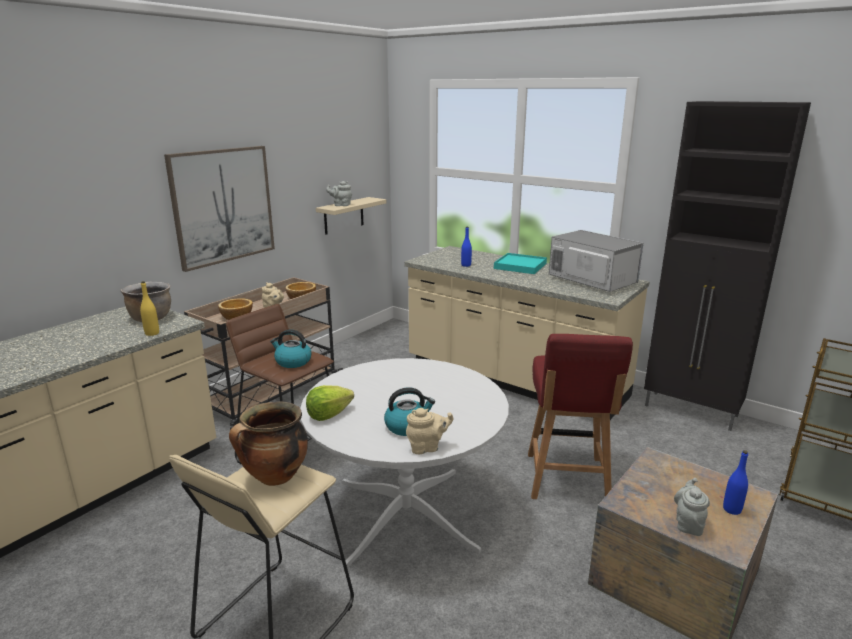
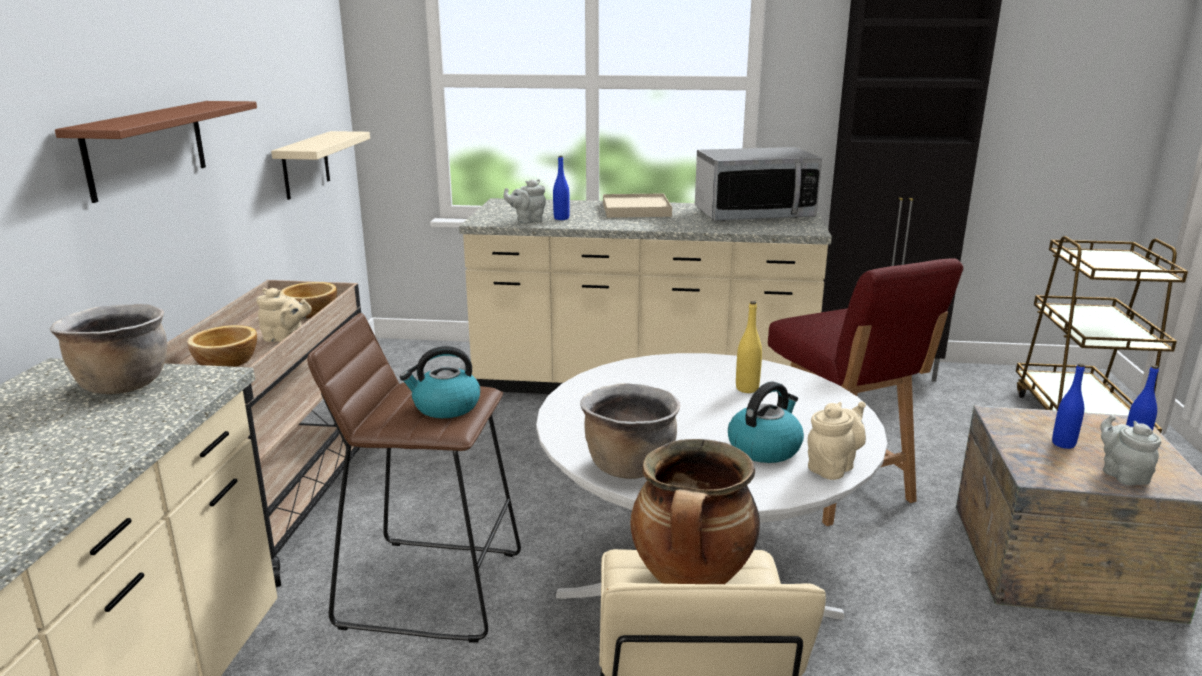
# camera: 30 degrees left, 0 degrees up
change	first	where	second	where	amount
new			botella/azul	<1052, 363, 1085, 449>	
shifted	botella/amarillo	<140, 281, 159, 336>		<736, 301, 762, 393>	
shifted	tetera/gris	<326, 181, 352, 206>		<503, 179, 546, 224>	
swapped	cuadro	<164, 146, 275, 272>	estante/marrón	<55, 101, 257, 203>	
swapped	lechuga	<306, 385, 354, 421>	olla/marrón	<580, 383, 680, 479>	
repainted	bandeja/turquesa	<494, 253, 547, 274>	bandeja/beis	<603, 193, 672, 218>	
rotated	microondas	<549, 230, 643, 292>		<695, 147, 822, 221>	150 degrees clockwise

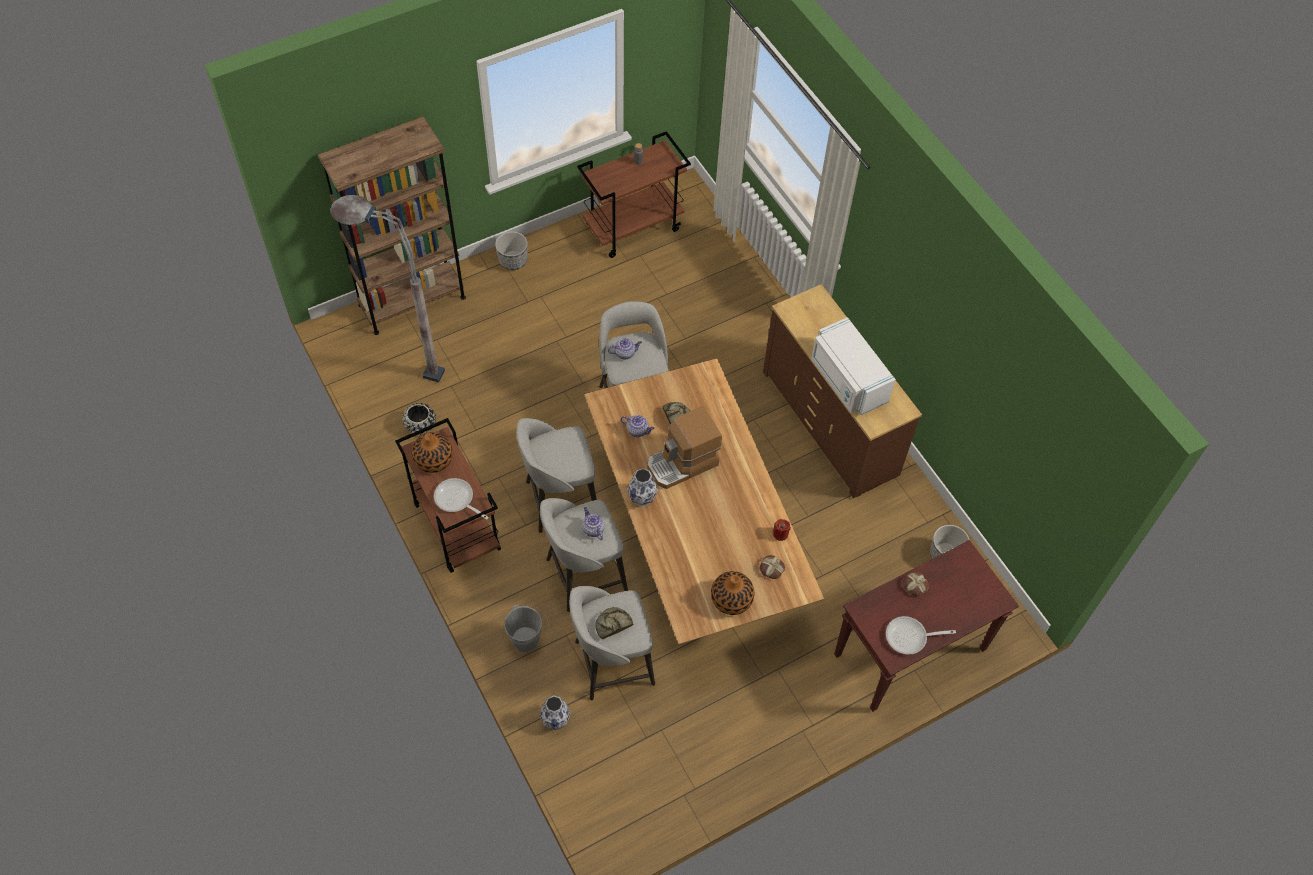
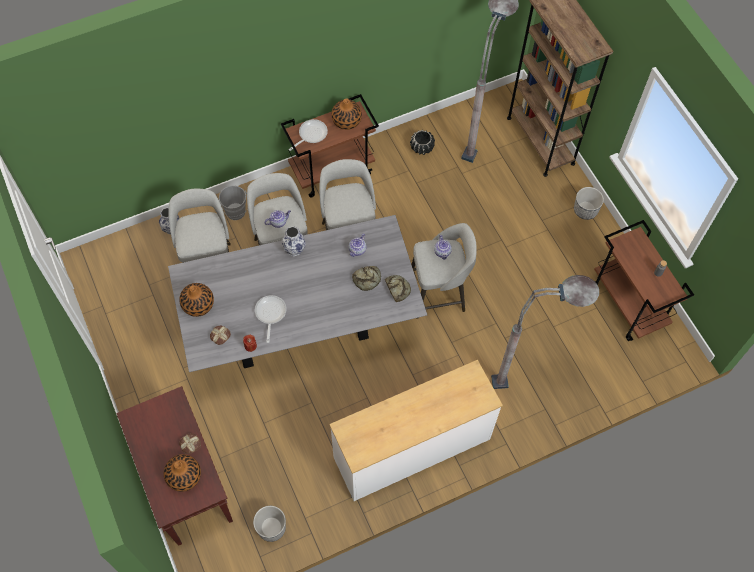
# camera: 95 degrees right, 5 degrees up
change	first	where	second	where	amount
gone	cafetera	<647, 407, 722, 489>			
gone	microondas/blanco	<811, 317, 896, 415>			
new			florero	<164, 454, 201, 492>	
new			lámpara de pie/gris	<491, 275, 599, 389>	
shifted	pan	<595, 607, 633, 639>		<385, 275, 411, 302>	
shifted	sartén	<886, 616, 956, 655>		<255, 295, 287, 343>	
repainted	mesa de comedor/marrón	<584, 358, 824, 645>	mesa de comedor/gris	<168, 215, 427, 372>	
repainted	cómoda/marrón	<763, 284, 922, 498>	cómoda/blanco	<329, 360, 503, 501>	

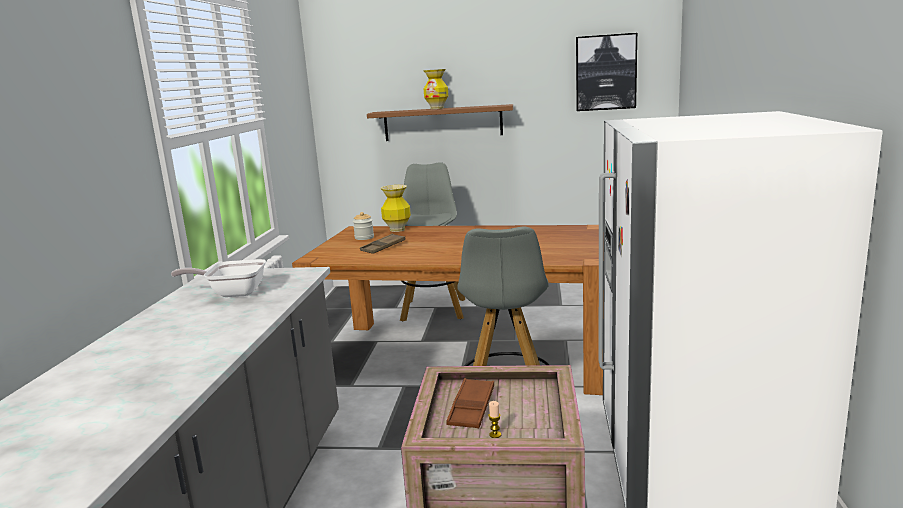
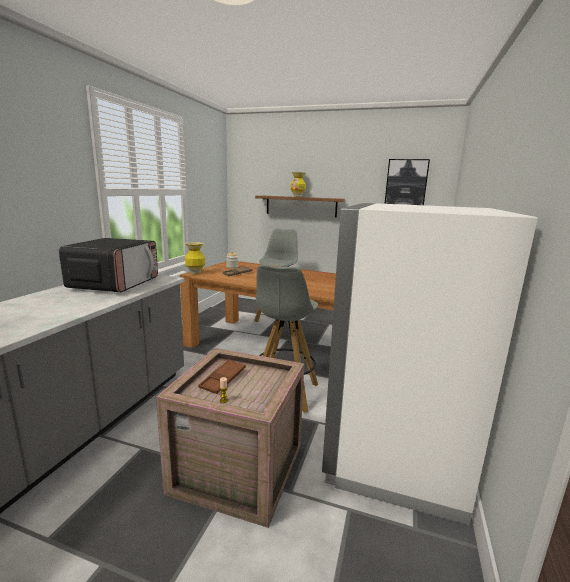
# camera: 10 degrees right, 0 degrees up
change	first	where	second	where	amount
shifted	florero	<380, 185, 411, 232>		<185, 242, 205, 274>	
swapped	sartén	<171, 259, 266, 297>	microondas	<59, 238, 158, 292>	

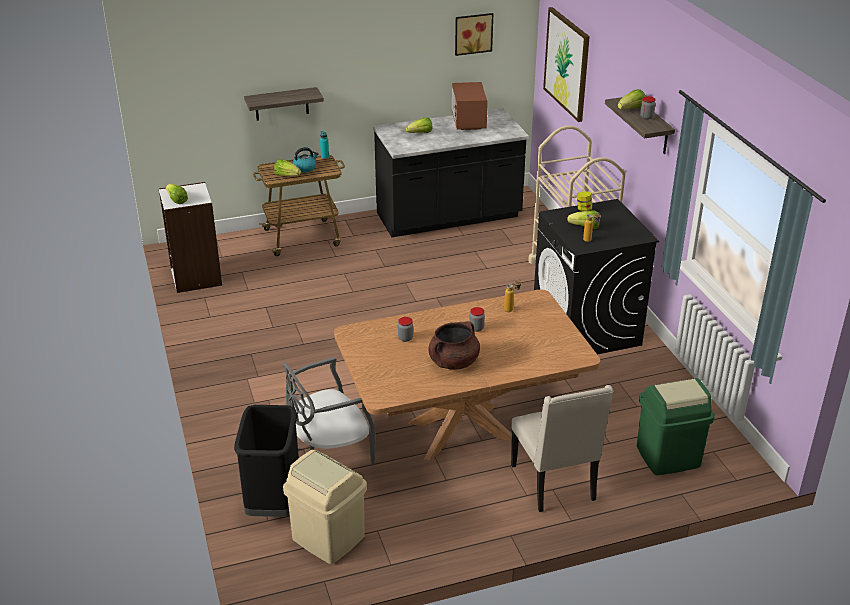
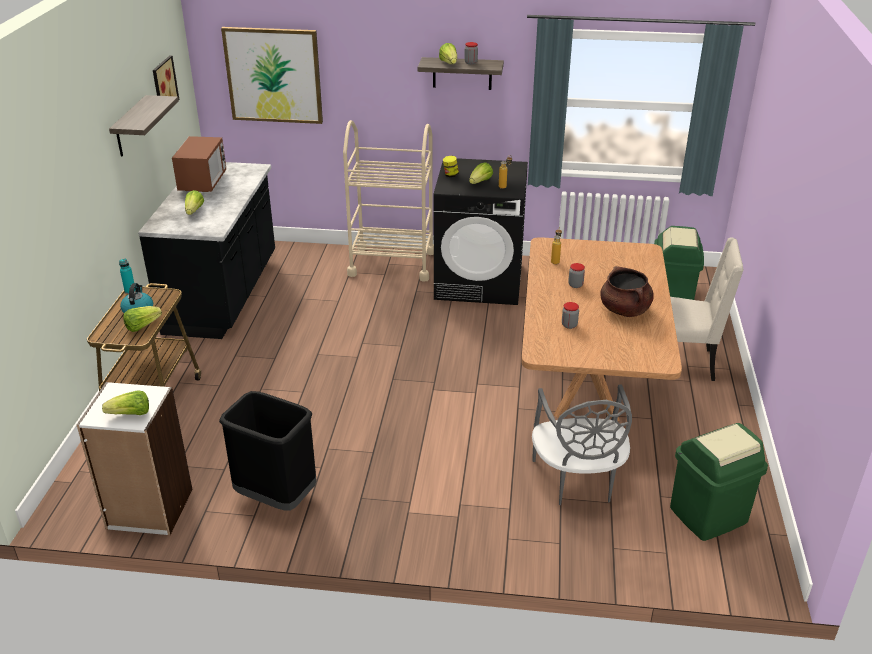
# camera: 65 degrees left, 0 degrees up
change	first	where	second	where	amount
shifted	papelera/negro	<234, 405, 299, 517>		<219, 391, 317, 511>	
shifted	estante	<244, 87, 324, 121>		<109, 95, 179, 157>	
repainted	papelera/beis	<283, 450, 367, 564>	papelera/verde	<670, 423, 768, 541>	
rotated	microondas	<452, 82, 488, 130>		<172, 136, 226, 192>	105 degrees counterclockwise

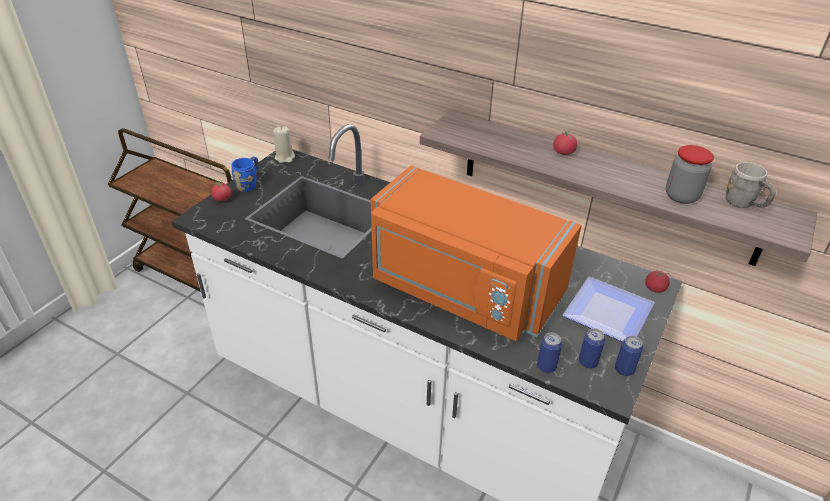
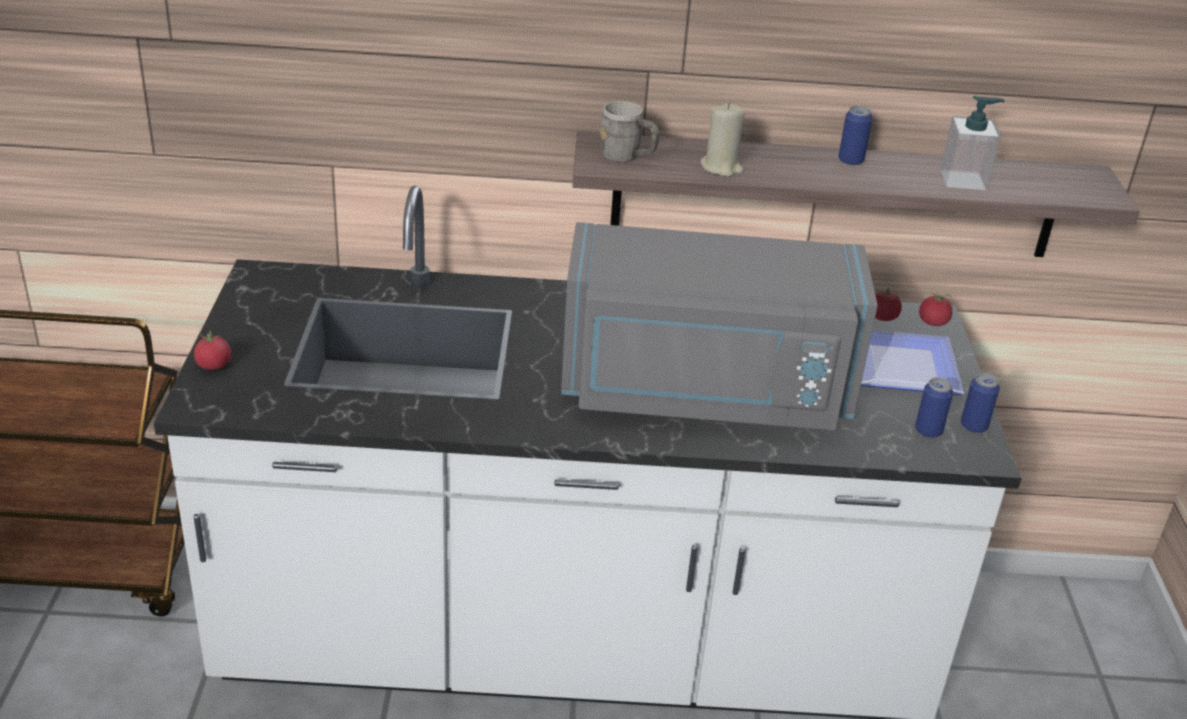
# camera: 30 degrees left, 5 degrees down
change	first	where	second	where	amount
gone	taza grande/azul	<231, 157, 259, 192>			
shifted	vela/beis	<273, 126, 295, 163>		<701, 102, 745, 177>	
shifted	lata	<537, 333, 562, 373>		<838, 106, 873, 165>	
shifted	tomate	<553, 131, 577, 155>		<875, 287, 902, 321>	
shifted	taza grande/gris	<726, 162, 776, 208>		<600, 101, 659, 162>	
swapped	tarro	<666, 145, 714, 204>	dispensador de jabón	<940, 96, 1005, 190>	
repainted	microondas/naranja	<371, 166, 582, 341>	microondas/gris	<561, 222, 878, 430>	

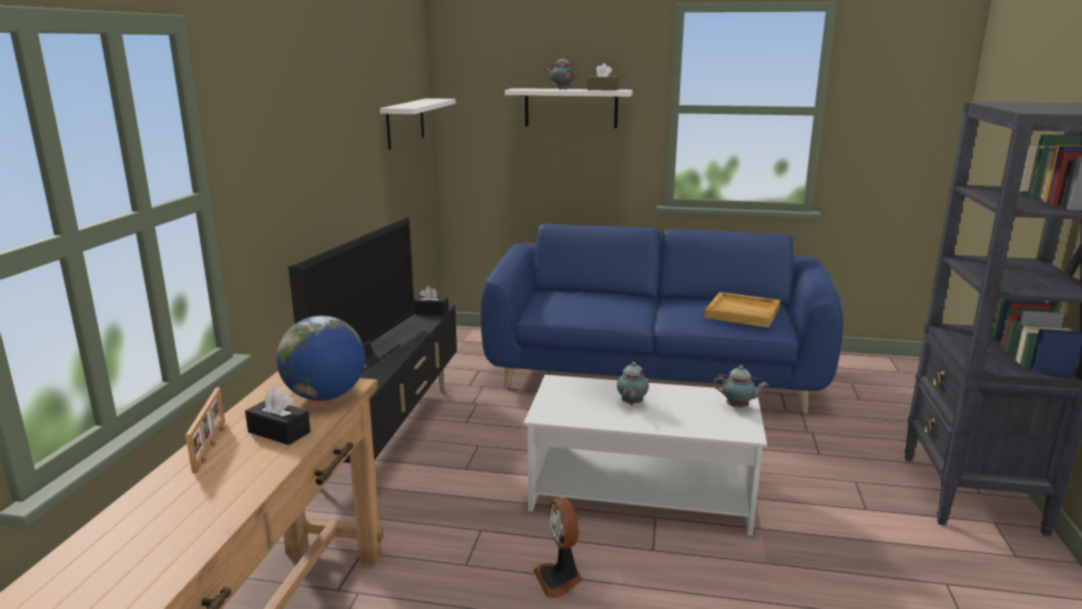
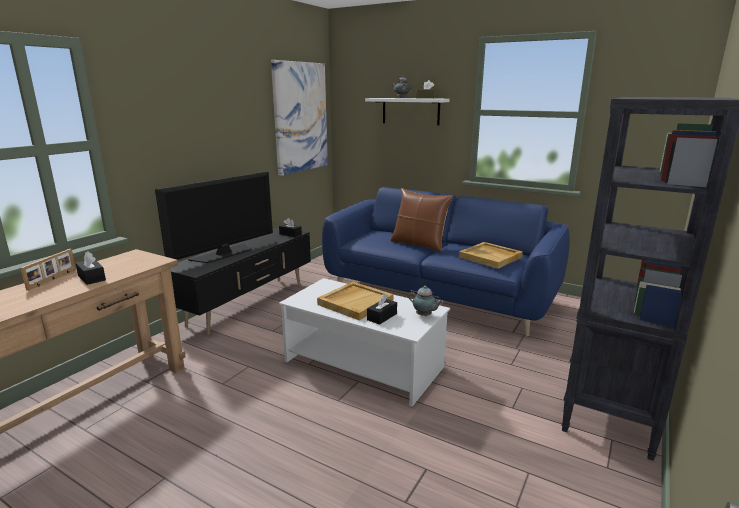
# camera: 20 degrees right, 0 degrees up
change	first	where	second	where	amount
gone	globo terráqueo	<276, 316, 365, 401>			
gone	ventilador	<533, 498, 583, 598>			
new			caja de pañuelos/negro	<367, 294, 397, 325>	
new			cojín/marrón	<390, 188, 453, 252>	
swapped	estante/blanco	<380, 98, 456, 150>	cuadro	<271, 60, 328, 176>	
swapped	tetera	<617, 362, 649, 405>	bandeja/beis	<317, 282, 393, 320>	

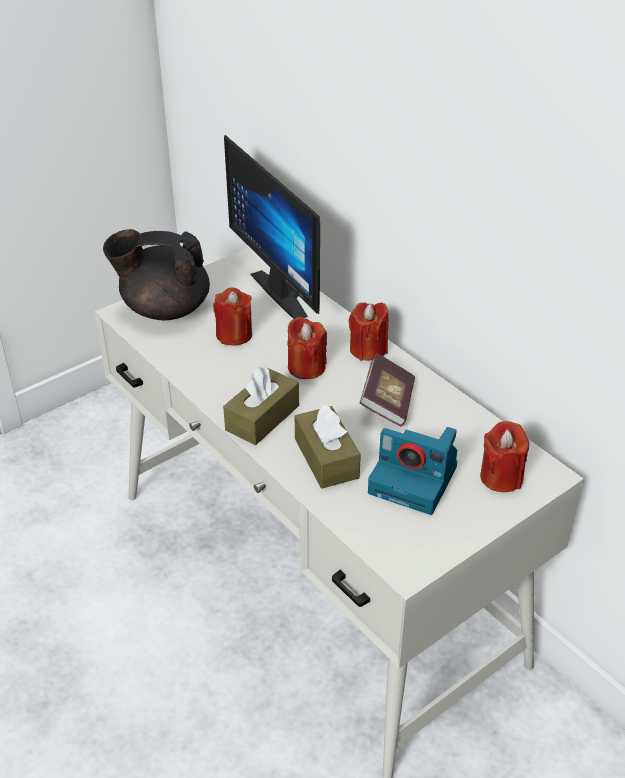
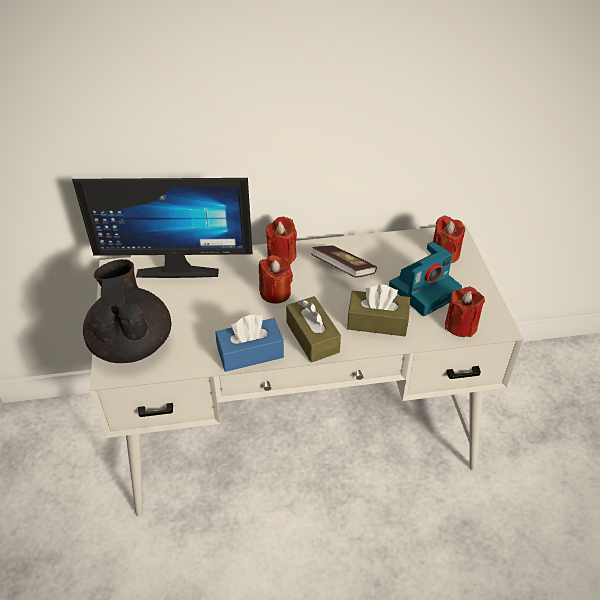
# camera: 60 degrees left, 5 degrees up
change	first	where	second	where	amount
new			caja de pañuelos/azul	<216, 315, 284, 372>	
shifted	vela/rojo	<213, 287, 252, 346>		<445, 287, 485, 337>	
rotated	tetera/negro	<103, 229, 210, 320>		<83, 259, 171, 363>	135 degrees clockwise

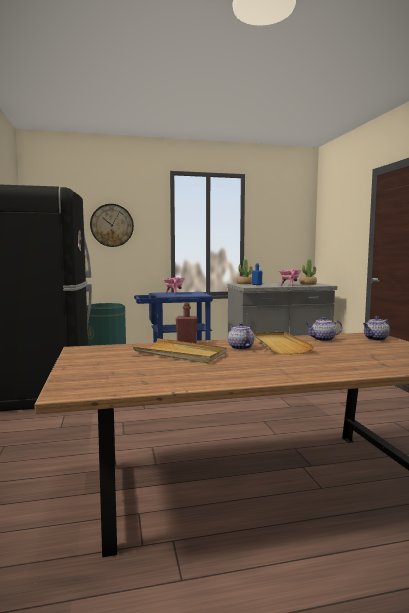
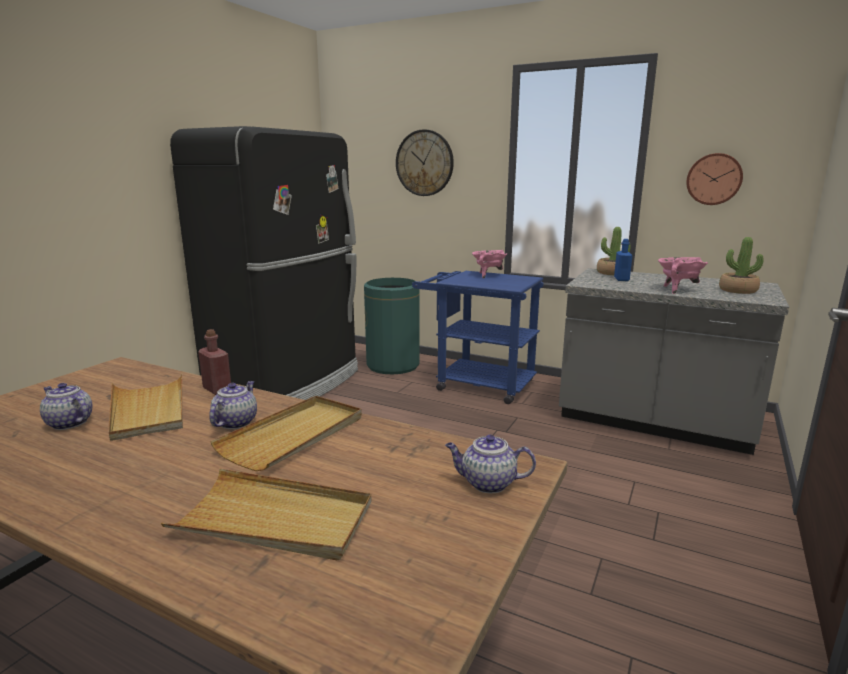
# camera: 40 degrees right, 10 degrees up
change	first	where	second	where	amount
new			bandeja/beis	<161, 469, 372, 560>	
new			reloj de pared	<686, 153, 743, 205>	
shifted	tetera	<305, 316, 342, 341>		<40, 383, 93, 430>	

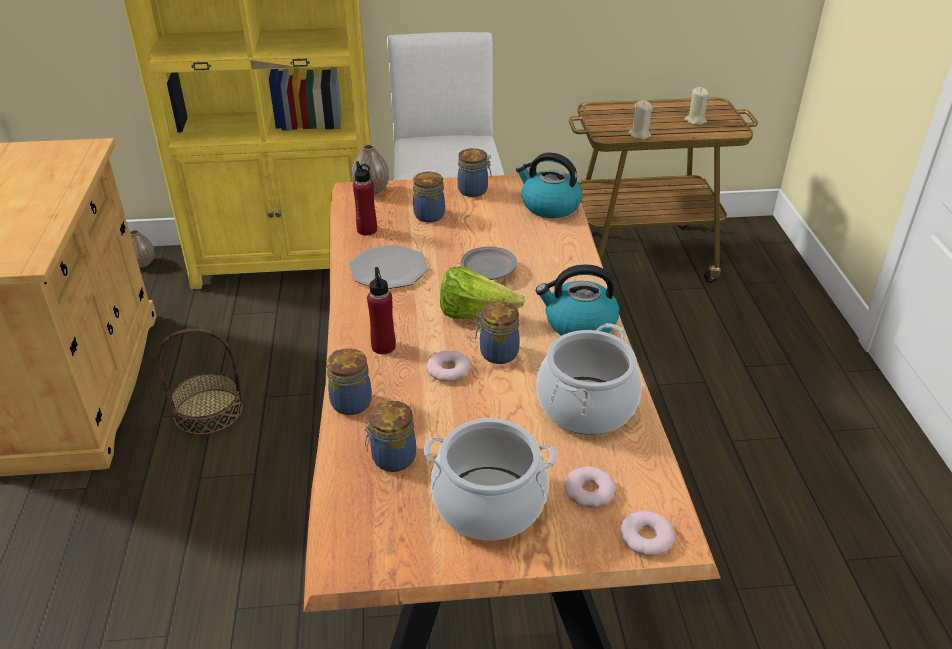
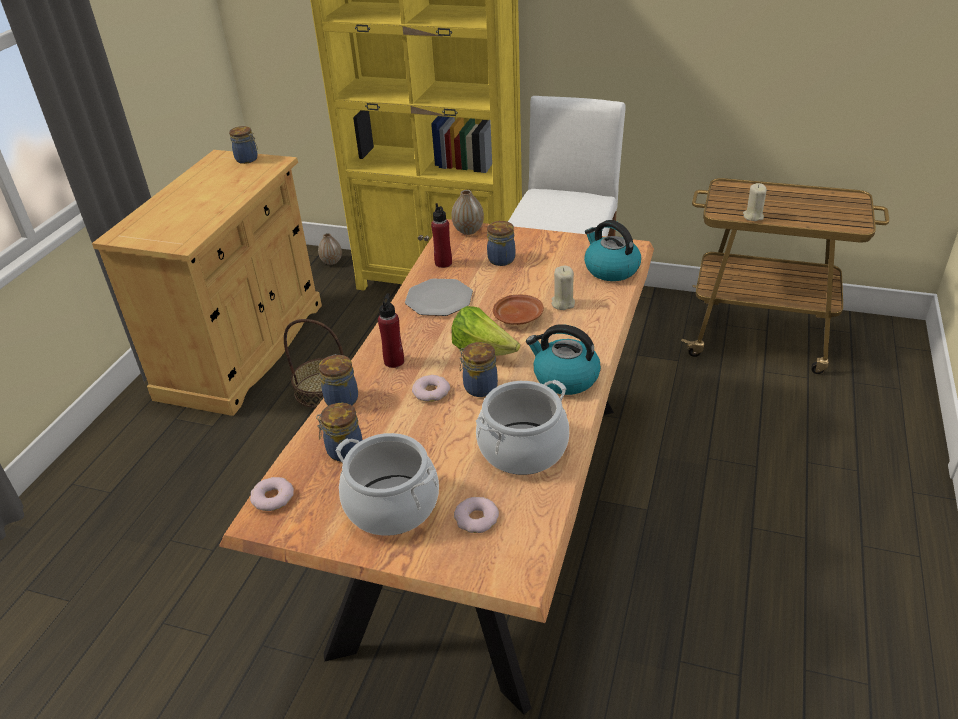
# camera: 25 degrees right, 0 degrees up
change	first	where	second	where	amount
shifted	tarro	<458, 148, 492, 197>		<229, 126, 258, 164>	
shifted	rosquilla	<620, 510, 675, 556>		<250, 477, 294, 511>	
shifted	vela/beis	<684, 87, 709, 125>		<551, 266, 575, 310>	
repainted	plato/gris	<460, 246, 517, 280>	plato/marrón	<493, 295, 544, 325>	

